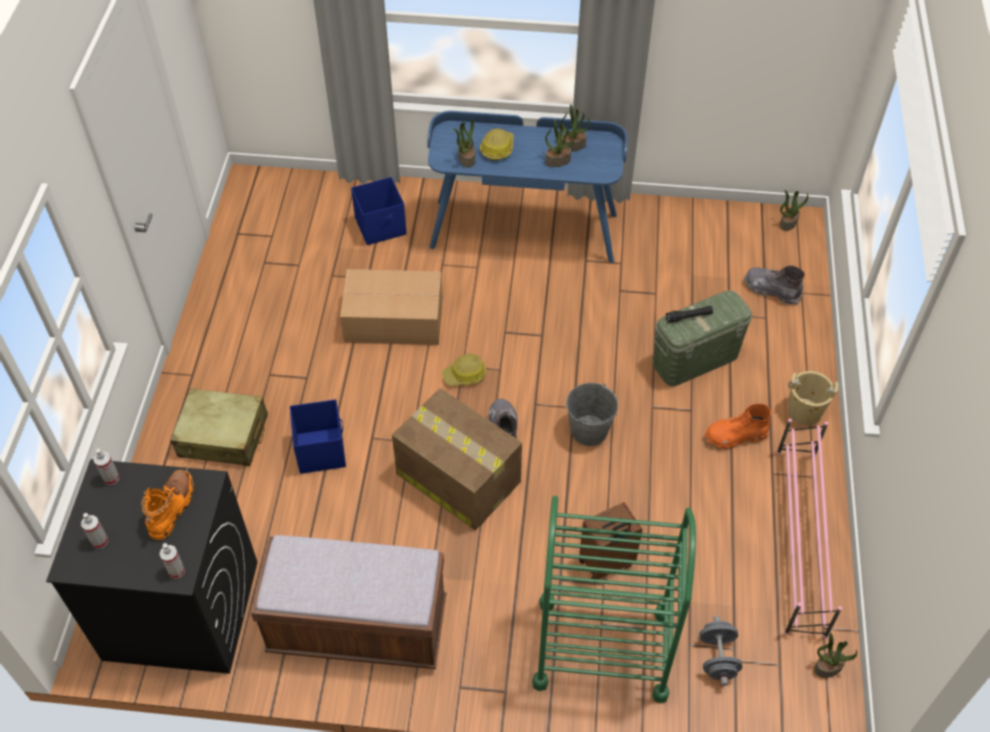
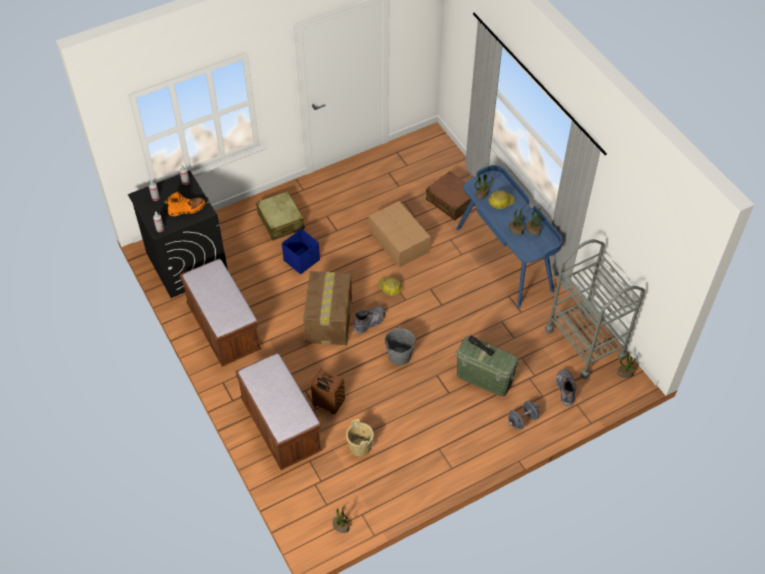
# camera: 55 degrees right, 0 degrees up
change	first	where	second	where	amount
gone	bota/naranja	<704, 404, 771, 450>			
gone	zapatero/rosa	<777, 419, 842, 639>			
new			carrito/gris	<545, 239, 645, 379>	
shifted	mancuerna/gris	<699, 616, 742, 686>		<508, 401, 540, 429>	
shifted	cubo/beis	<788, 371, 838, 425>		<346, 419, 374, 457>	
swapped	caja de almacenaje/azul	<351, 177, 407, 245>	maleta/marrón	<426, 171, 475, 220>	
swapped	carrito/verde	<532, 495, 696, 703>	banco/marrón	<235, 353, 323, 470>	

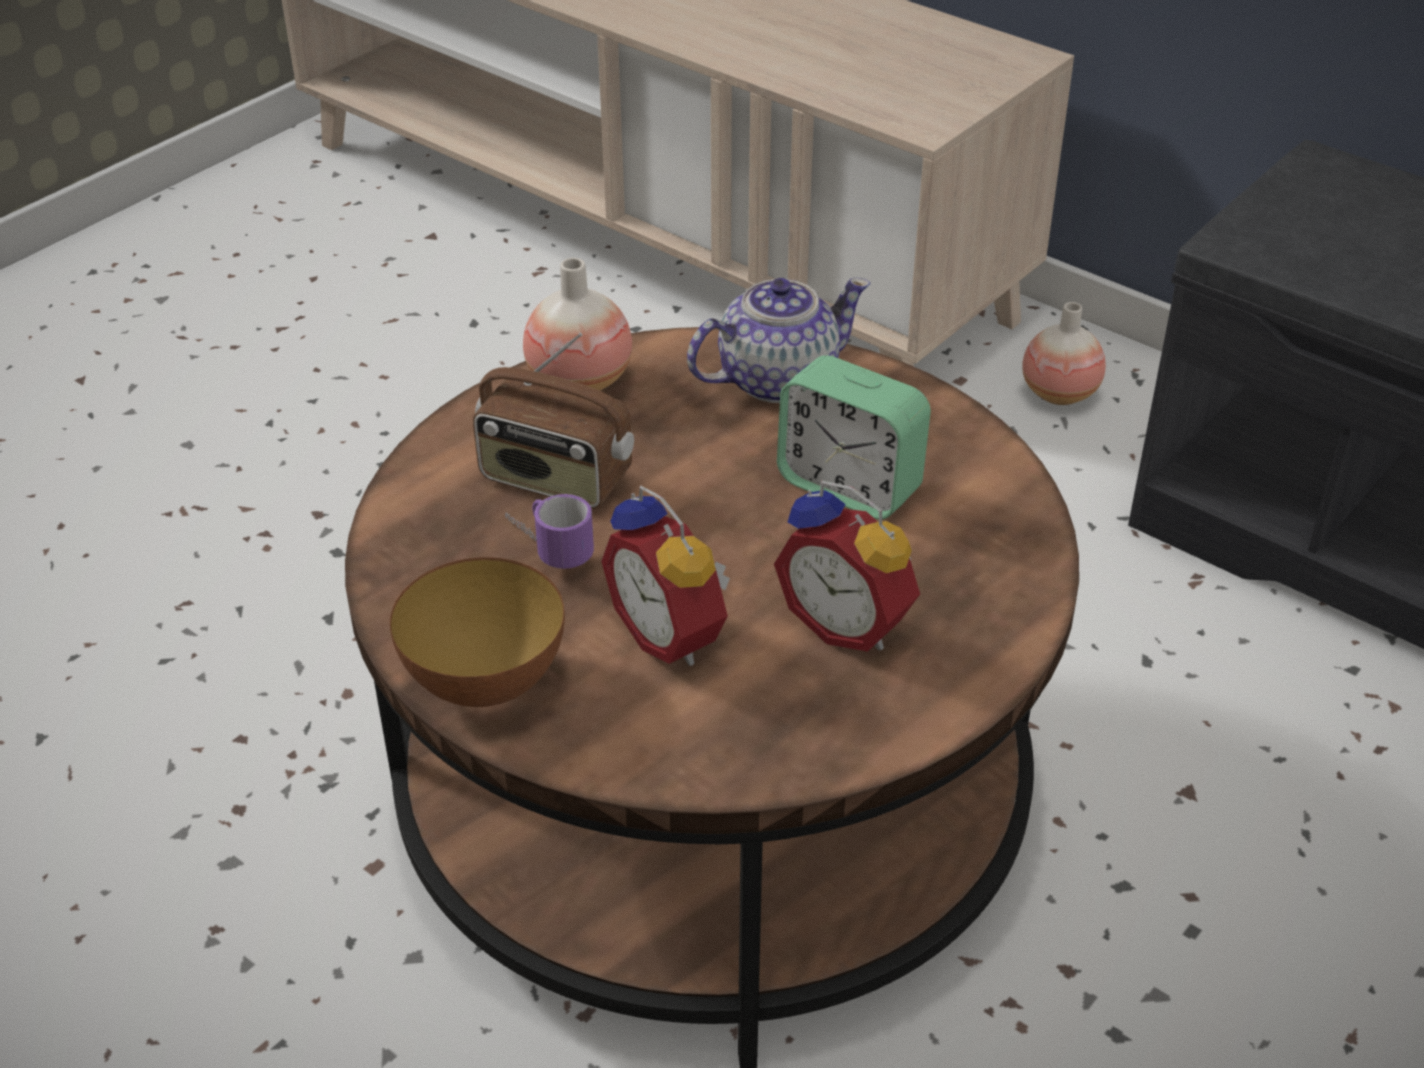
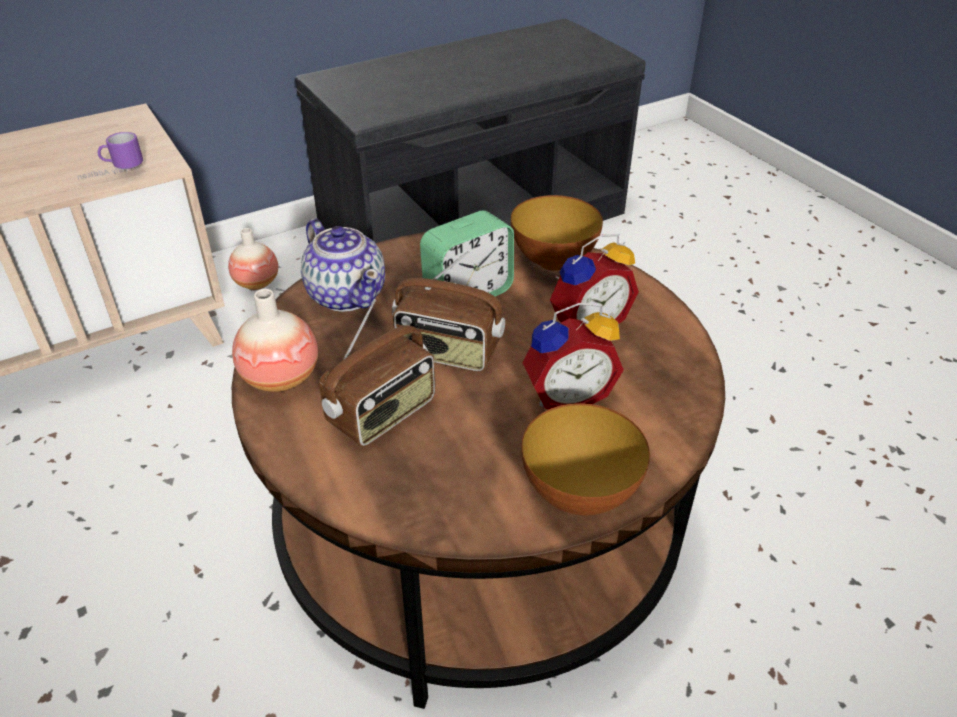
# camera: 70 degrees left, 0 degrees up
change	first	where	second	where	amount
new			radio	<392, 250, 505, 372>	
new			cuenco	<511, 195, 603, 271>	
shifted	taza grande	<505, 494, 594, 569>		<77, 132, 143, 180>	
rotated	tetera	<687, 278, 870, 403>		<301, 218, 385, 312>	150 degrees clockwise

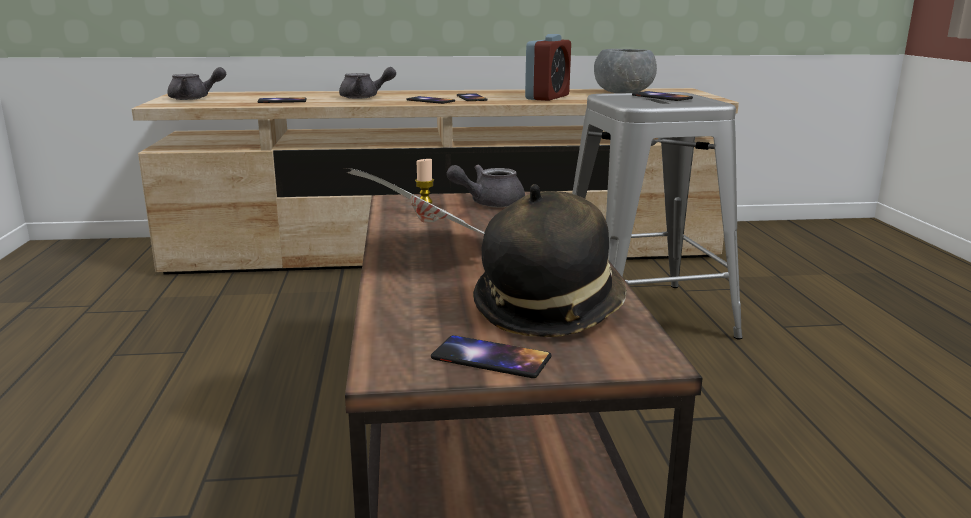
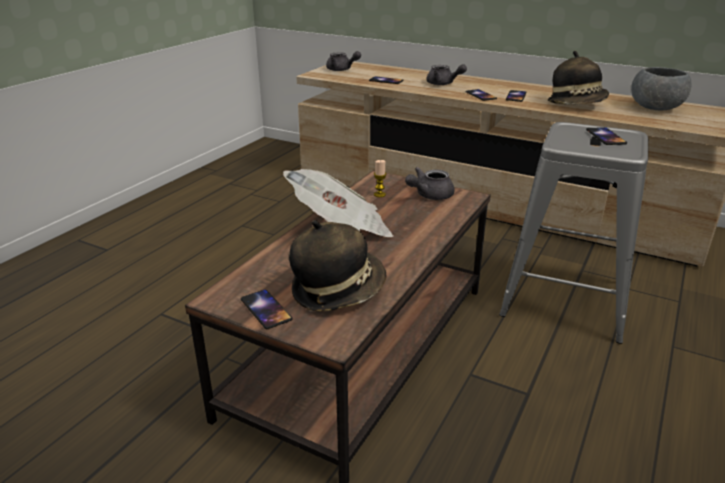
# camera: 35 degrees right, 10 degrees up
change	first	where	second	where	amount
swapped	despertador	<525, 34, 571, 101>	sombrero	<548, 51, 609, 104>	
rotated	tetera/gris	<446, 165, 525, 207>		<405, 167, 454, 200>	45 degrees counterclockwise

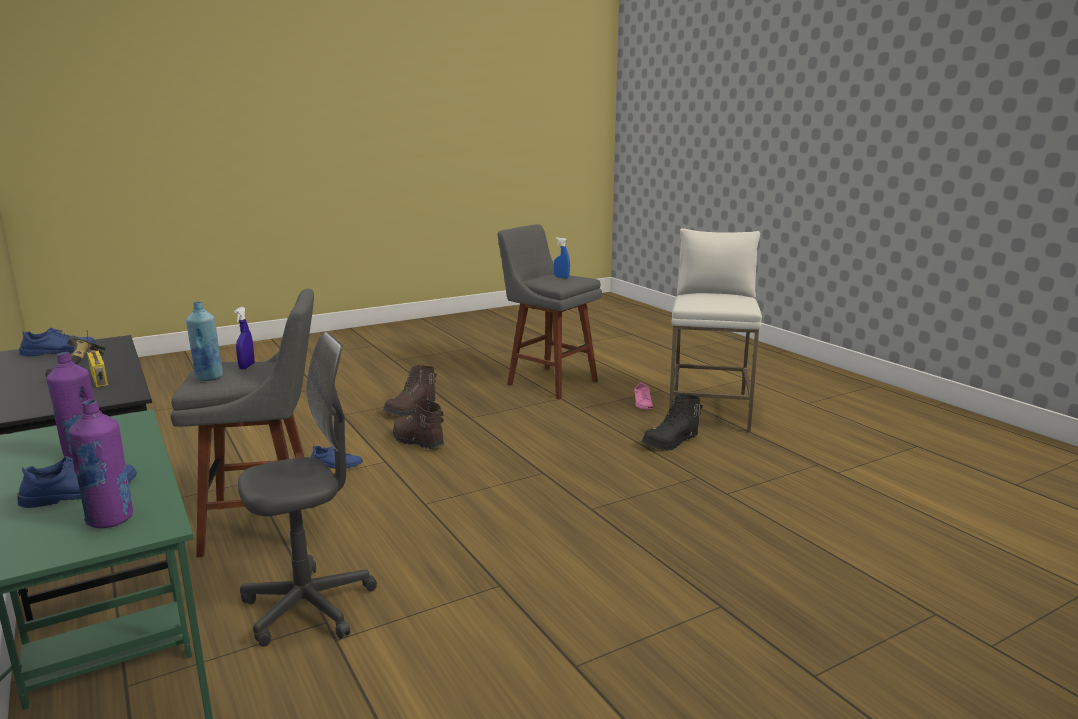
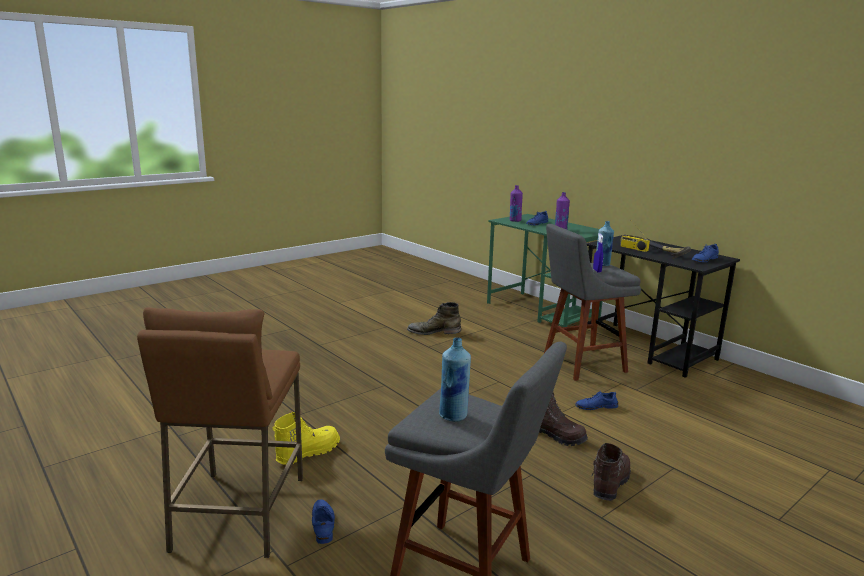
# camera: 170 degrees right, 0 degrees up
change	first	where	second	where	amount
gone	silla de oficina/gris	<238, 331, 377, 647>			
new			bota/verde	<407, 302, 461, 335>	
swapped	pulverizador/azul	<554, 237, 570, 278>	botella/azul	<439, 338, 471, 422>	
repainted	zapato/rosa	<634, 382, 653, 409>	zapato/azul	<312, 500, 335, 544>	
repainted	bota/negro	<642, 394, 703, 451>	bota/amarillo	<273, 412, 340, 465>	
repainted	taburete/blanco	<669, 228, 762, 432>	taburete/marrón	<137, 307, 303, 558>	

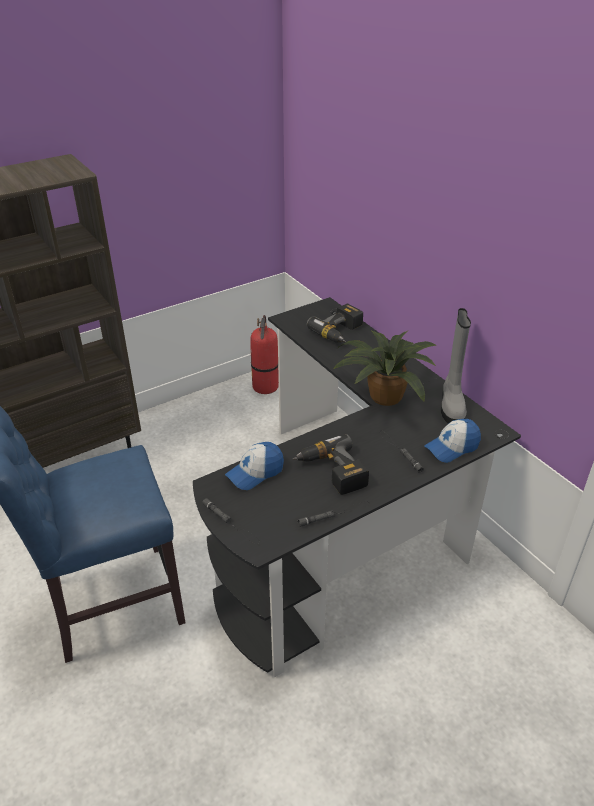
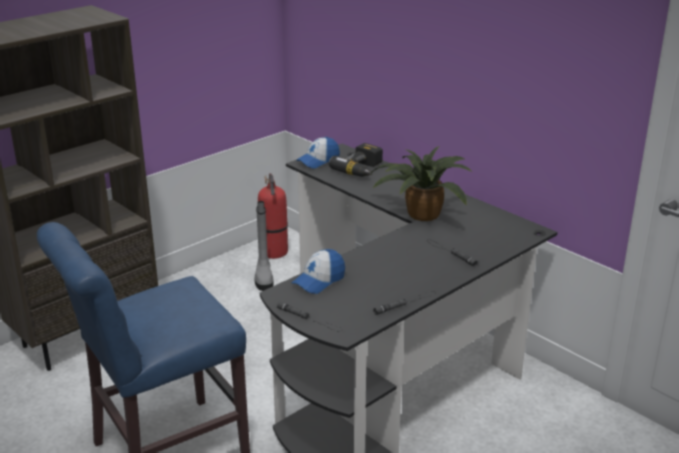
# camera: 10 degrees left, 10 degrees down
change	first	where	second	where	amount
gone	taladro	<292, 434, 369, 495>			
shifted	gorra	<424, 419, 481, 463>		<296, 137, 340, 169>	
shifted	bota/gris	<441, 308, 471, 424>		<254, 201, 274, 291>	

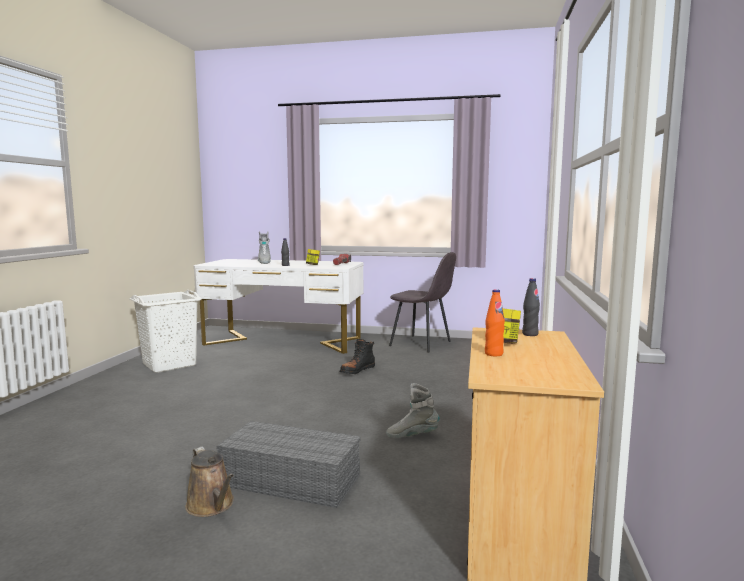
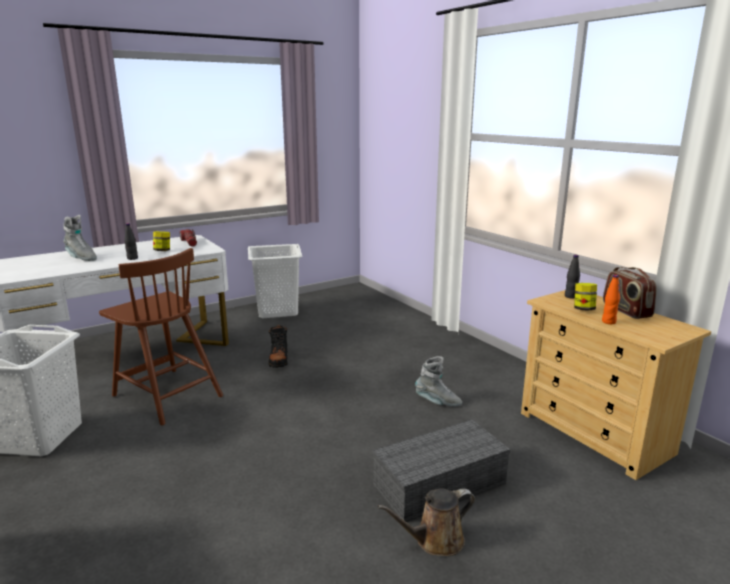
# camera: 45 degrees left, 10 degrees up
change	first	where	second	where	amount
new			silla/marrón	<99, 248, 223, 425>	
new			radio	<603, 267, 656, 319>	
swapped	silla/gris	<389, 252, 456, 352>	cesto de la ropa/blanco	<248, 244, 303, 318>	
rotated	regadera/marrón	<185, 446, 234, 517>		<378, 489, 475, 556>	150 degrees clockwise
rotated	bota/gris	<386, 383, 440, 438>		<415, 356, 462, 407>	120 degrees counterclockwise

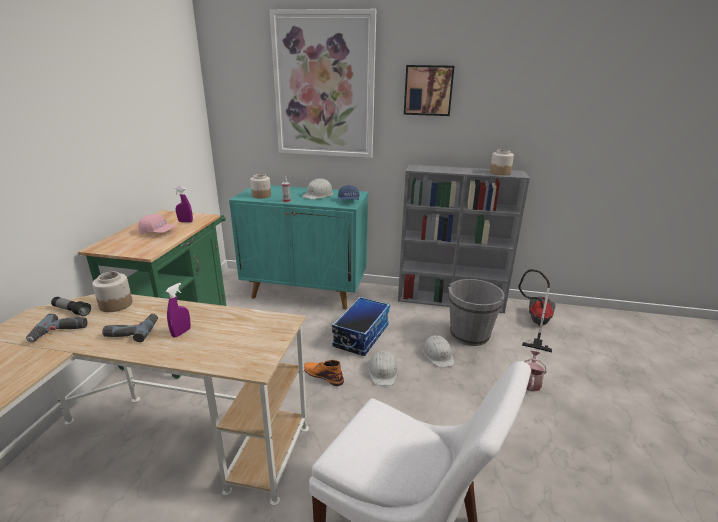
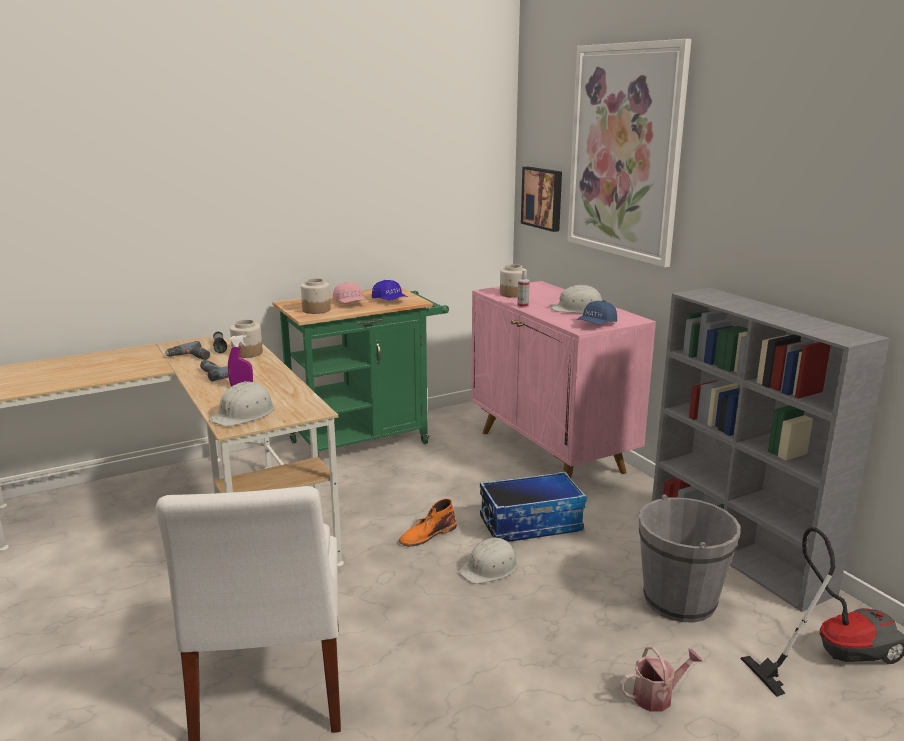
# camera: 50 degrees right, 5 degrees down
change	first	where	second	where	amount
shifted	cuadro	<404, 65, 454, 116>		<521, 167, 562, 232>	
shifted	casco/blanco	<422, 335, 455, 368>		<209, 381, 274, 426>	
shifted	tarro	<490, 149, 514, 175>		<301, 278, 331, 314>	
swapped	pulverizador/morado	<174, 187, 193, 223>	gorra/azul	<372, 280, 408, 300>	
repainted	armario/turquesa	<229, 185, 368, 310>	armario/rosa	<471, 281, 656, 478>	
rotated	bota/naranja	<304, 360, 344, 386>		<399, 499, 457, 547>	120 degrees counterclockwise

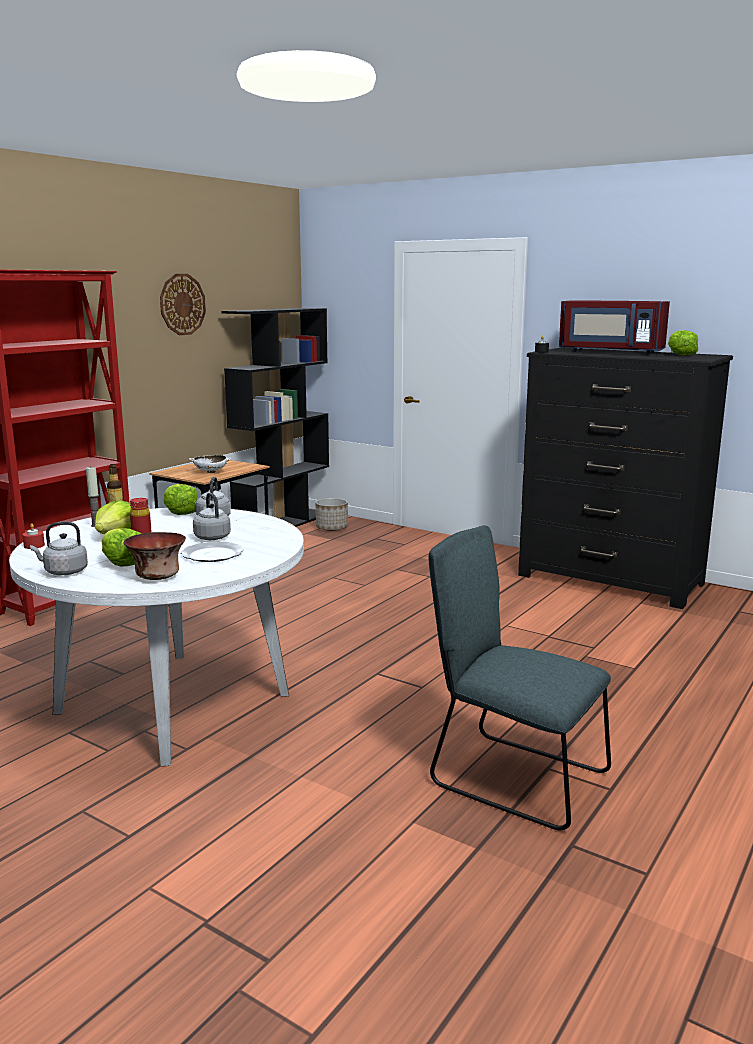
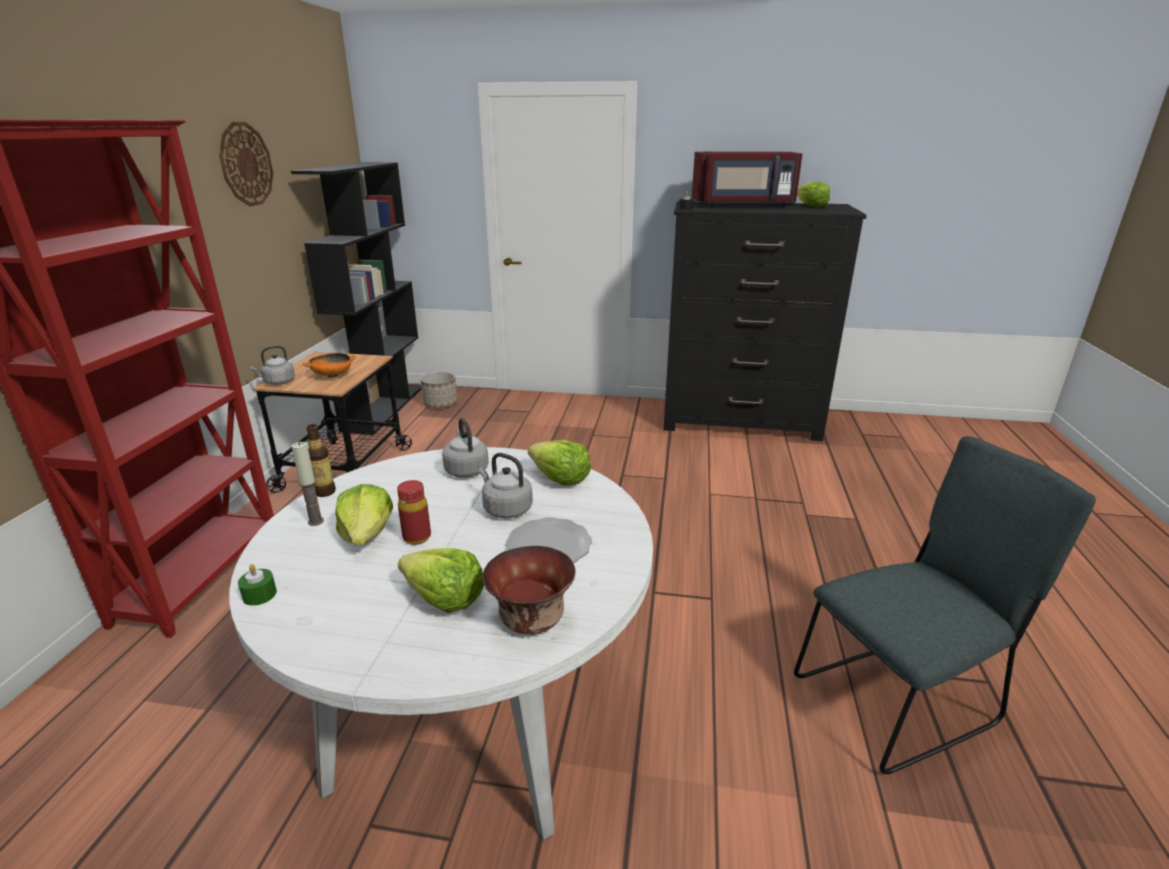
# camera: 25 degrees left, 10 degrees up
change	first	where	second	where	amount
shifted	hervidor/gris	<30, 522, 88, 575>		<250, 345, 295, 385>	
shifted	lechuga	<163, 484, 198, 515>		<528, 440, 591, 486>	
repainted	vela/rojo	<22, 523, 45, 549>	vela/verde	<238, 564, 277, 606>	
repainted	cuenco/blanco	<189, 455, 231, 473>	cuenco/naranja	<303, 353, 356, 378>	
rotated	silla/gris	<429, 525, 611, 830>		<794, 436, 1096, 774>	150 degrees clockwise

